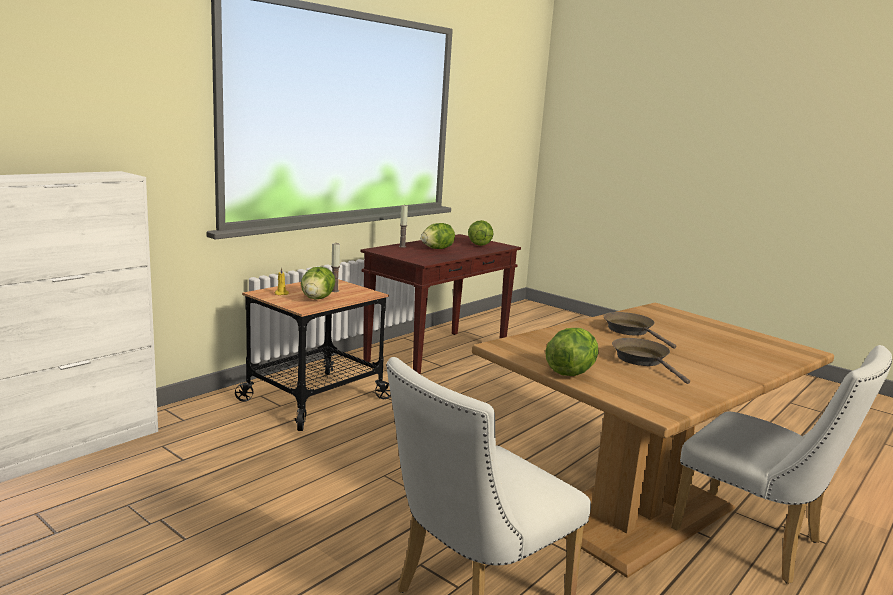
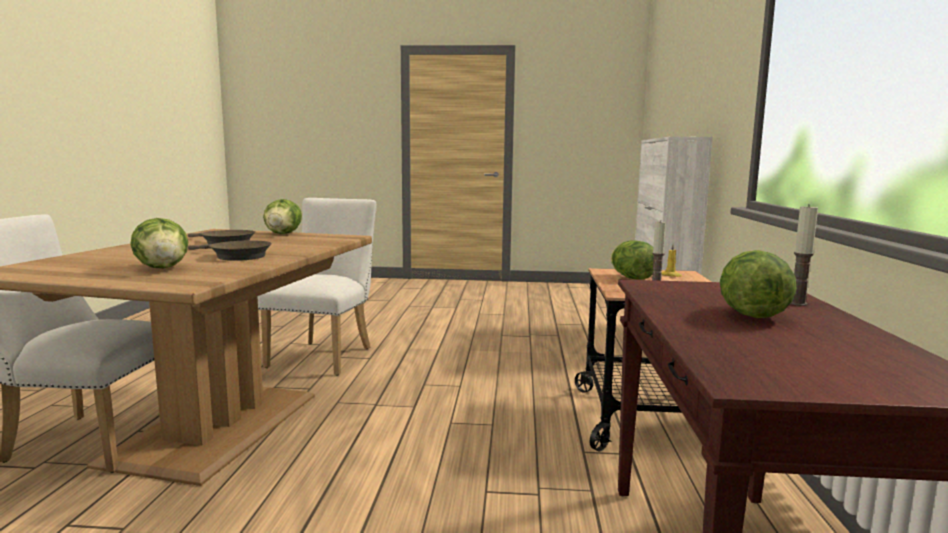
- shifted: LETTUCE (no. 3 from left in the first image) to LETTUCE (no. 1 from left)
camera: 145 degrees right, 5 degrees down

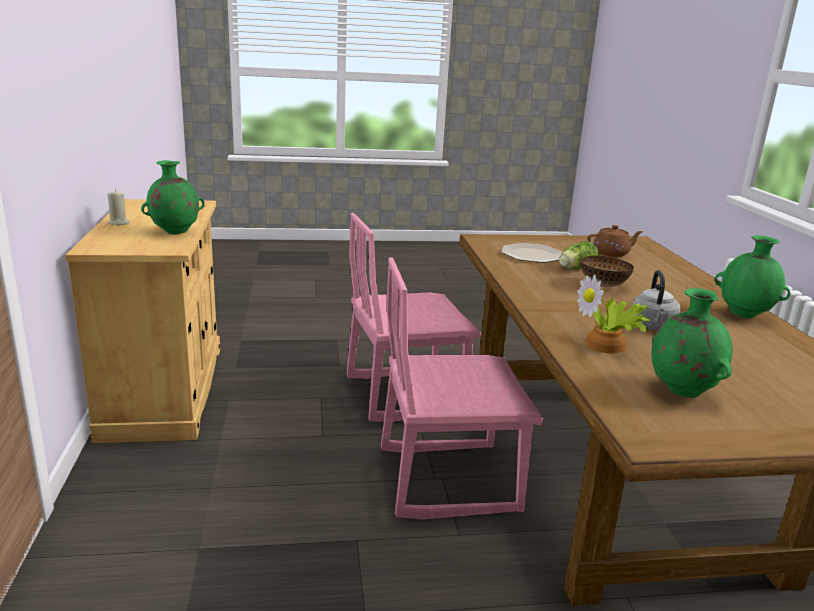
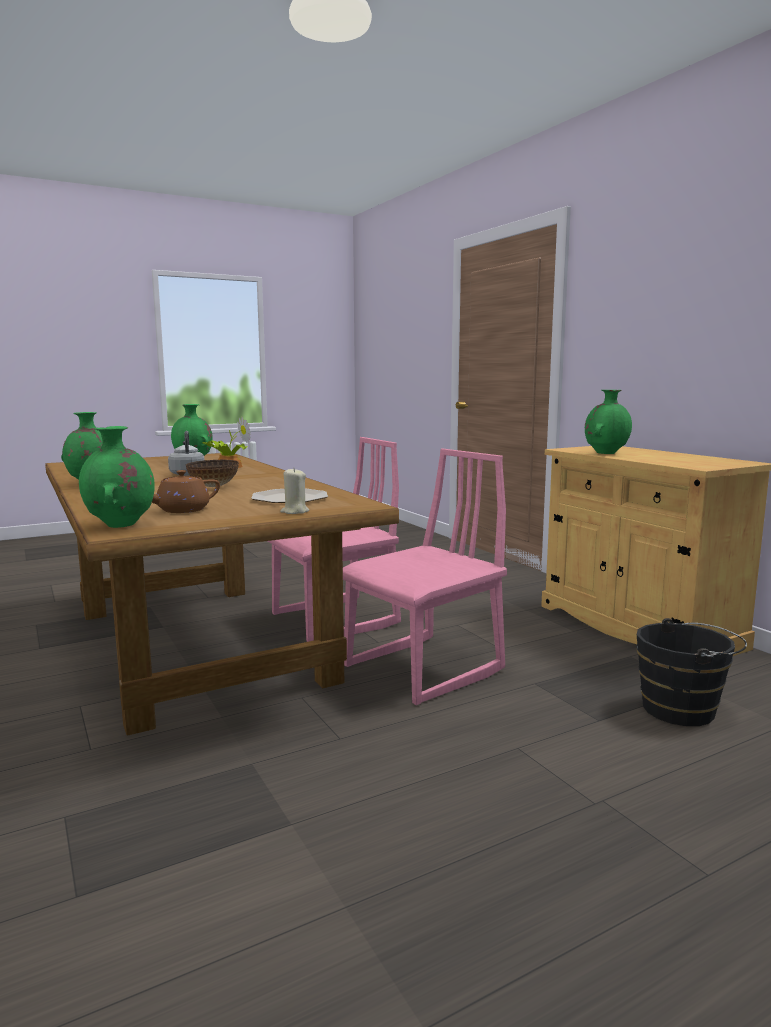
- gone: LETTUCE
- new: GREEN VASE (no. 2 from left)
- new: BLACK BUCKET
- shifted: BEIGE CANDLE
camera: 160 degrees right, 10 degrees down

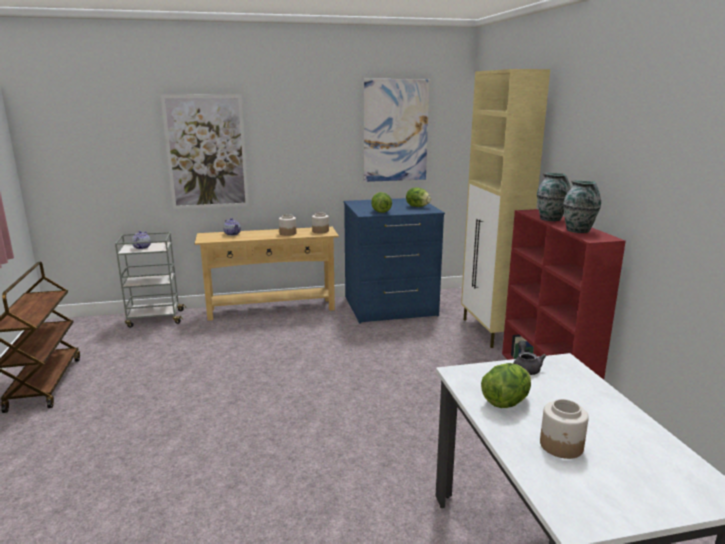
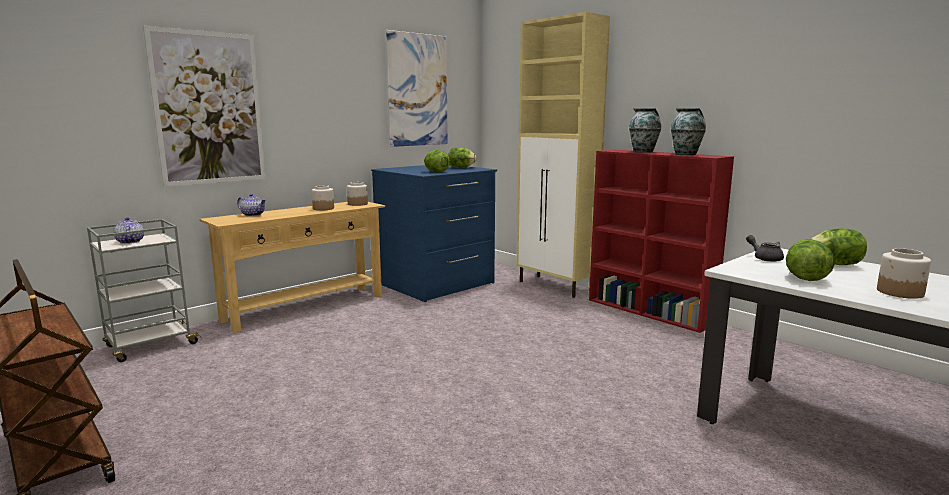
- new: LETTUCE (no. 4 from left)
camera: 30 degrees left, 5 degrees down

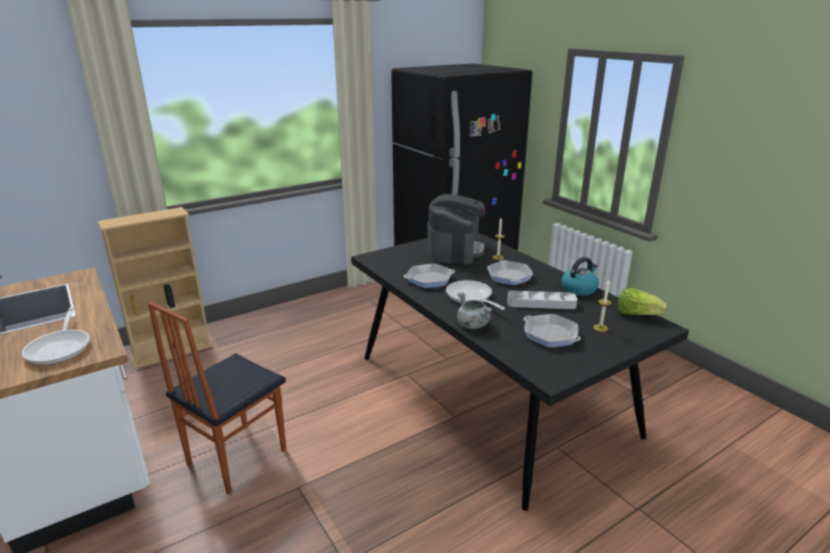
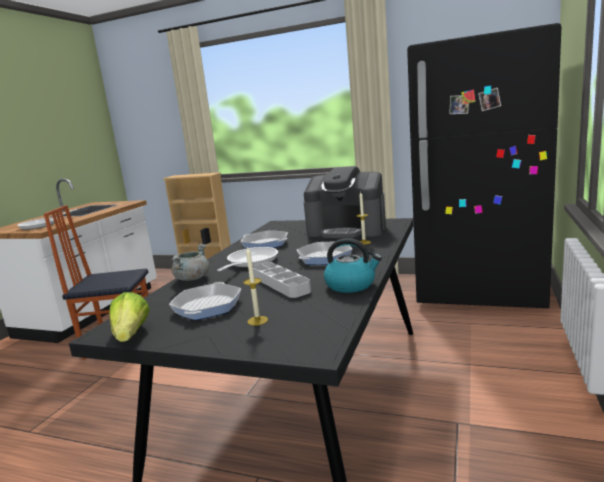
- shifted: LETTUCE
- rotated: COFFEE MACHINE 45 degrees clockwise
camera: 55 degrees right, 10 degrees down

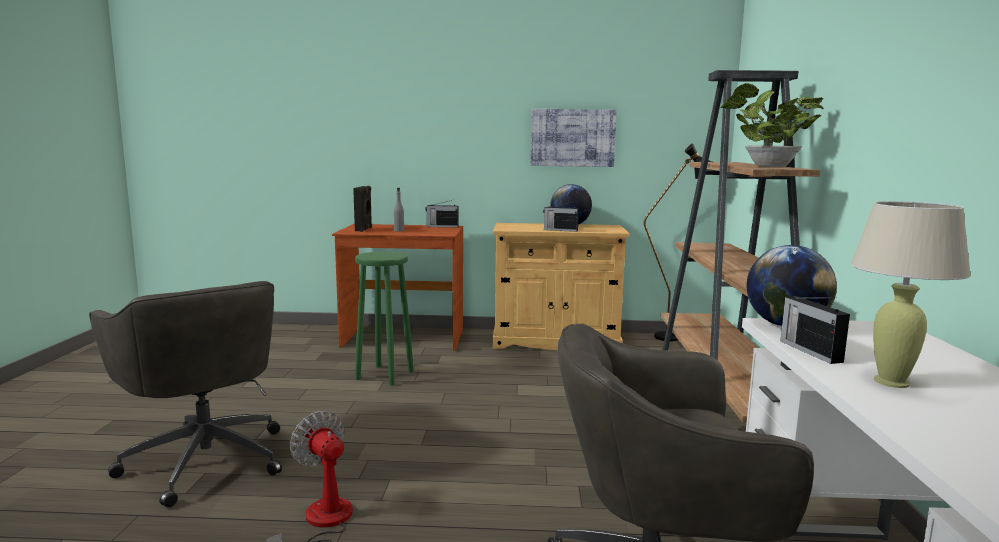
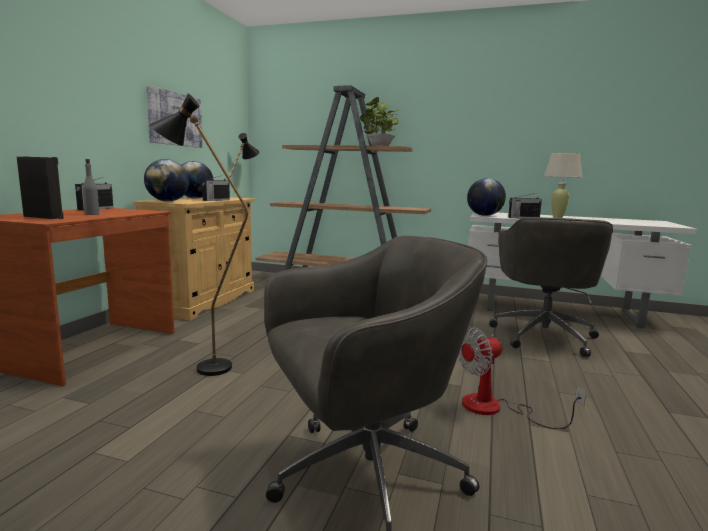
- new: GLOBE (no. 1 from left)
- swapped: GREEN STOOL to BLACK FLOOR LAMP (no. 1 from left)
camera: 75 degrees left, 0 degrees up

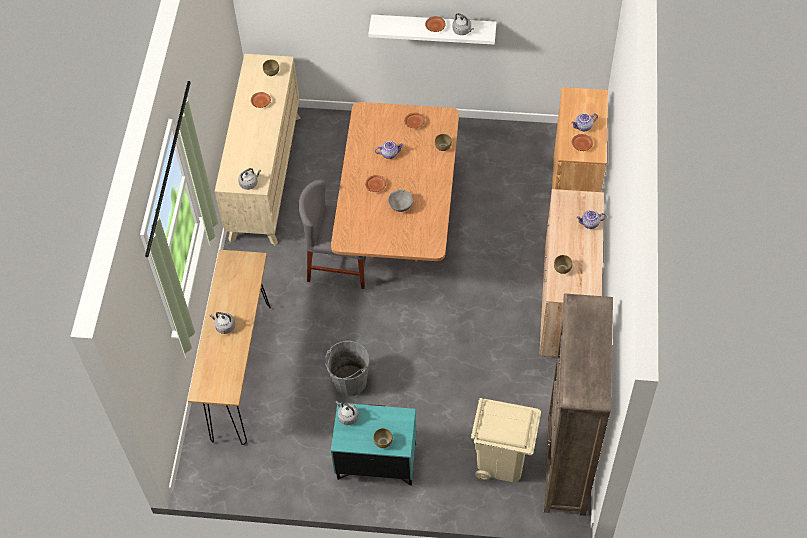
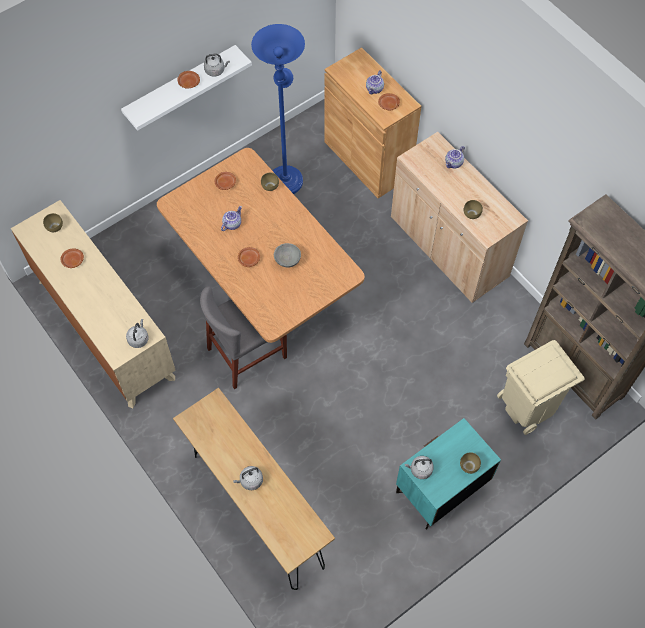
- gone: GREY BUCKET
- new: BLUE FLOOR LAMP
camera: 45 degrees left, 5 degrees up

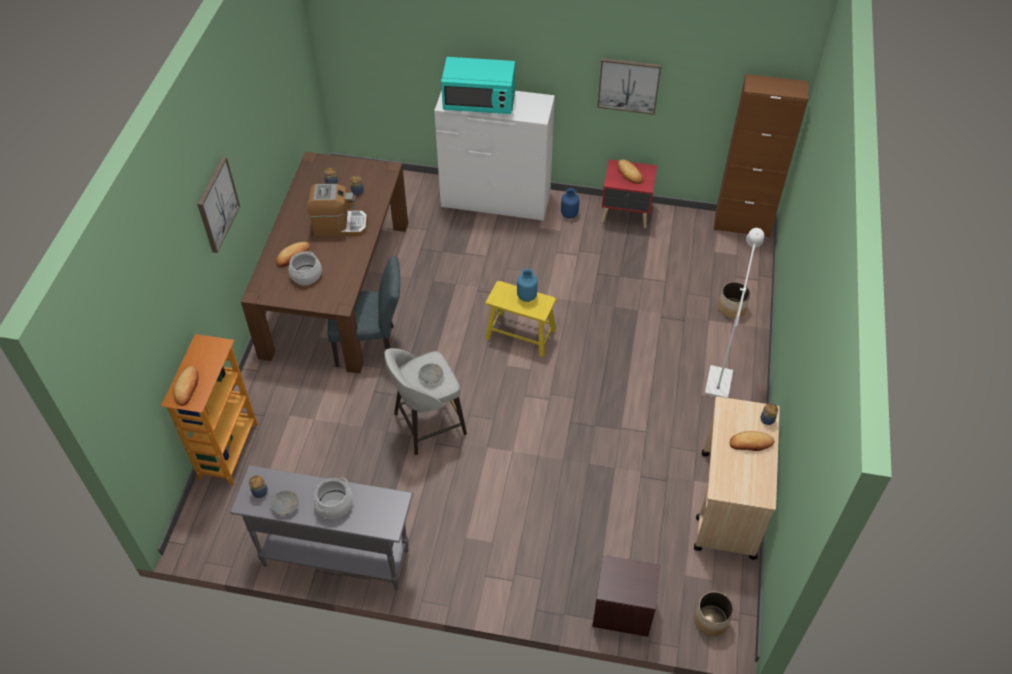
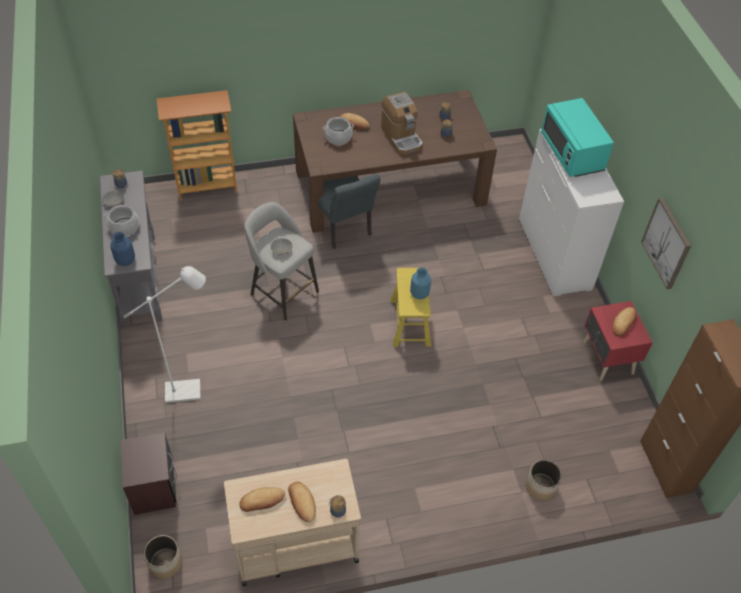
- gone: PICTURE (no. 1 from left)
- shifted: BREAD (no. 1 from left)
- shifted: BLUE VASE (no. 2 from left in the first image) to BLUE VASE (no. 1 from left)
- shifted: WHITE FLOOR LAMP
camera: 65 degrees right, 0 degrees up

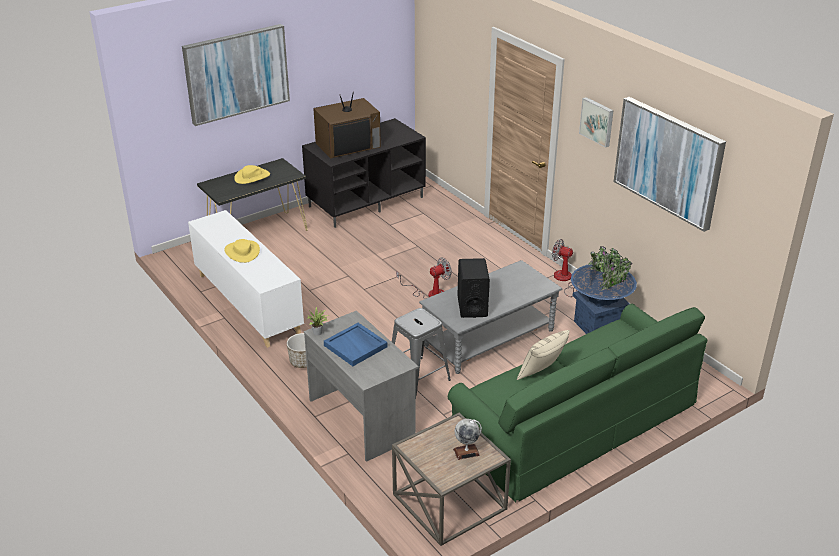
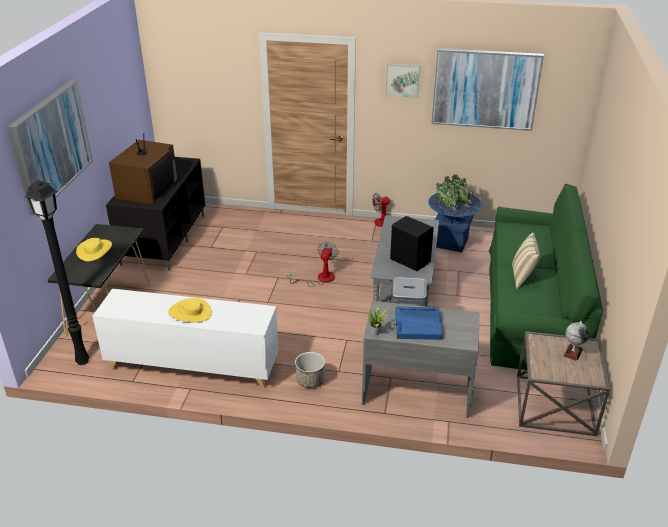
- new: BLACK FLOOR LAMP
camera: 45 degrees left, 0 degrees up

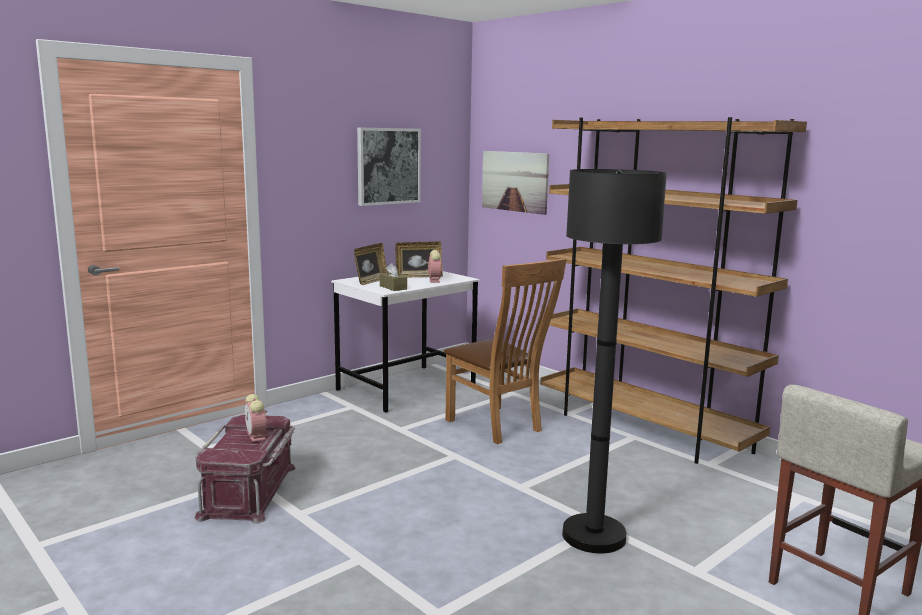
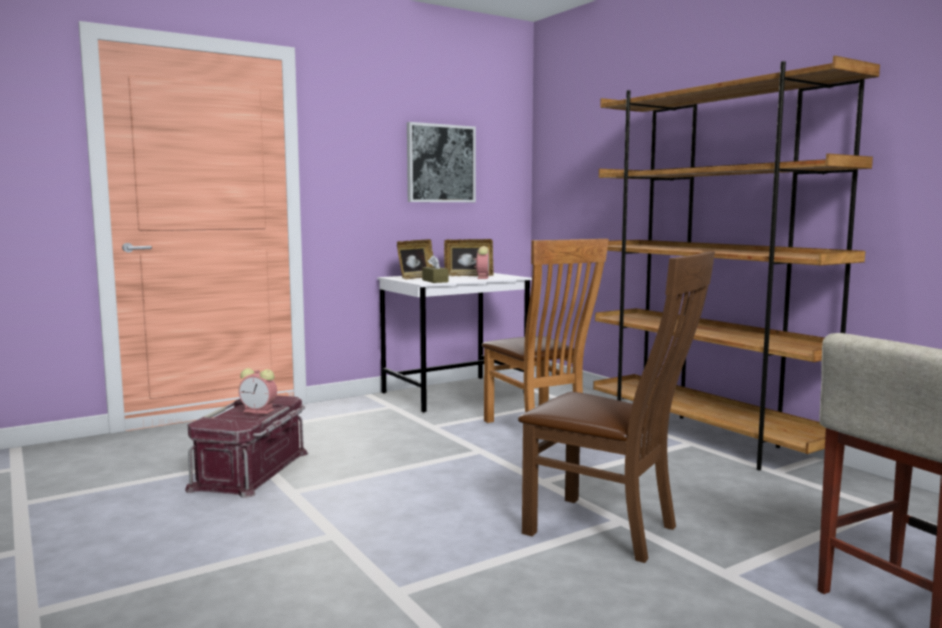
- gone: PICTURE (no. 2 from left)
- swapped: BLACK FLOOR LAMP to BROWN CHAIR (no. 2 from left)
- rotated: ALARM CLOCK (no. 1 from left) 60 degrees counterclockwise
camera: 10 degrees right, 5 degrees down

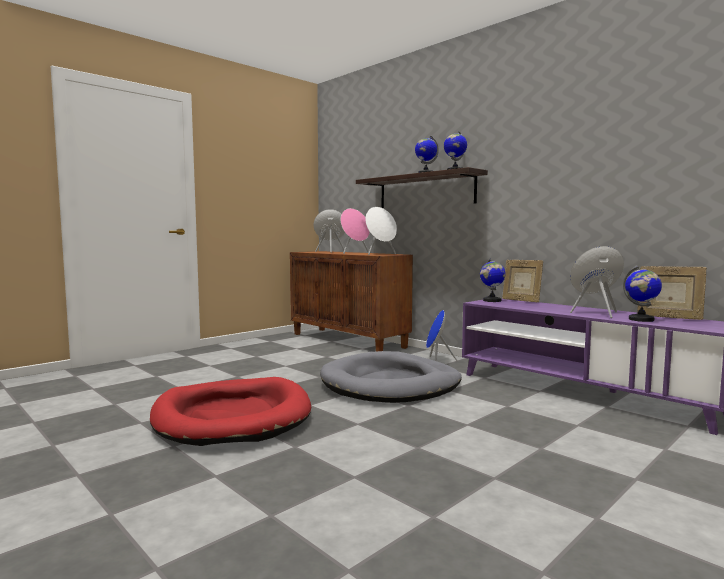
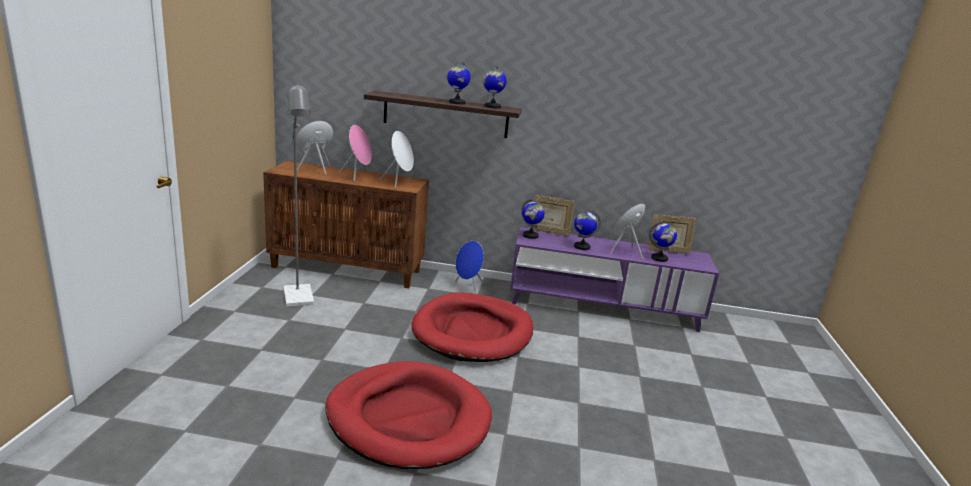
- new: GREY FLOOR LAMP
- new: GLOBE (no. 4 from left)
- repainted: GREY DOG BED to RED DOG BED (no. 2 from left)
camera: 40 degrees left, 15 degrees up

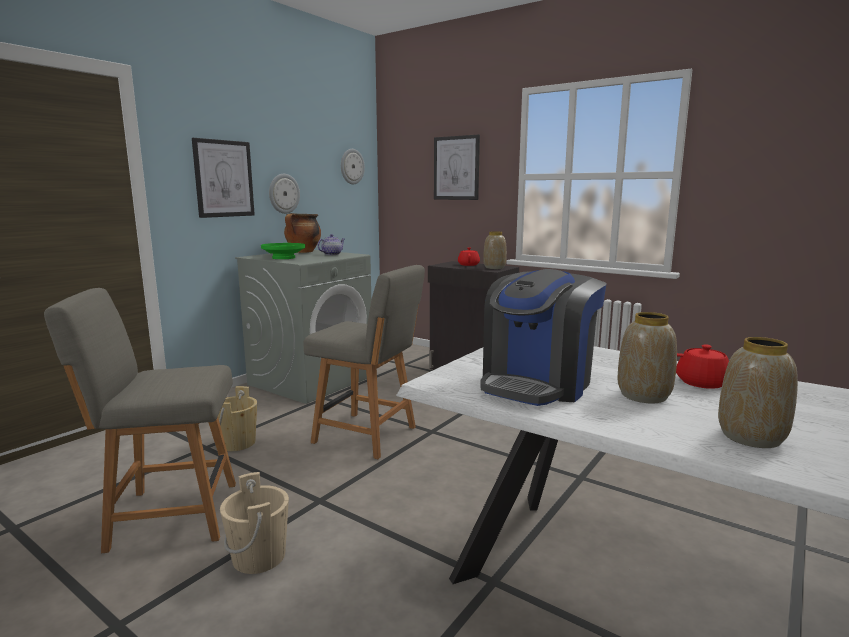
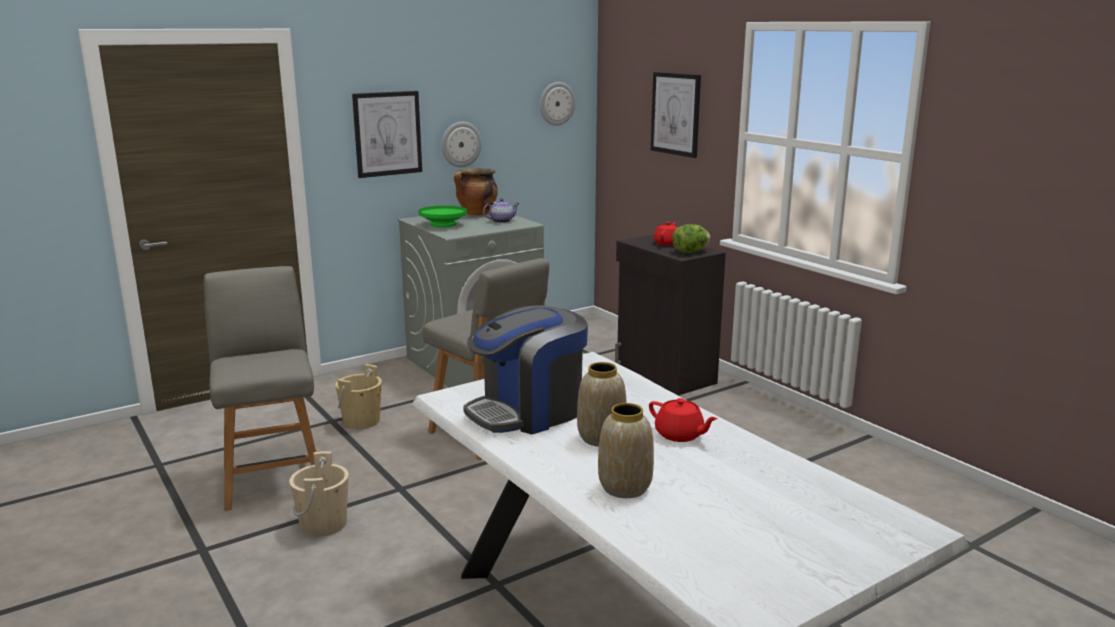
- swapped: VASE (no. 1 from left) to LETTUCE
- rotated: GREY CHAIR (no. 1 from left) 60 degrees clockwise
camera: 20 degrees right, 5 degrees up

